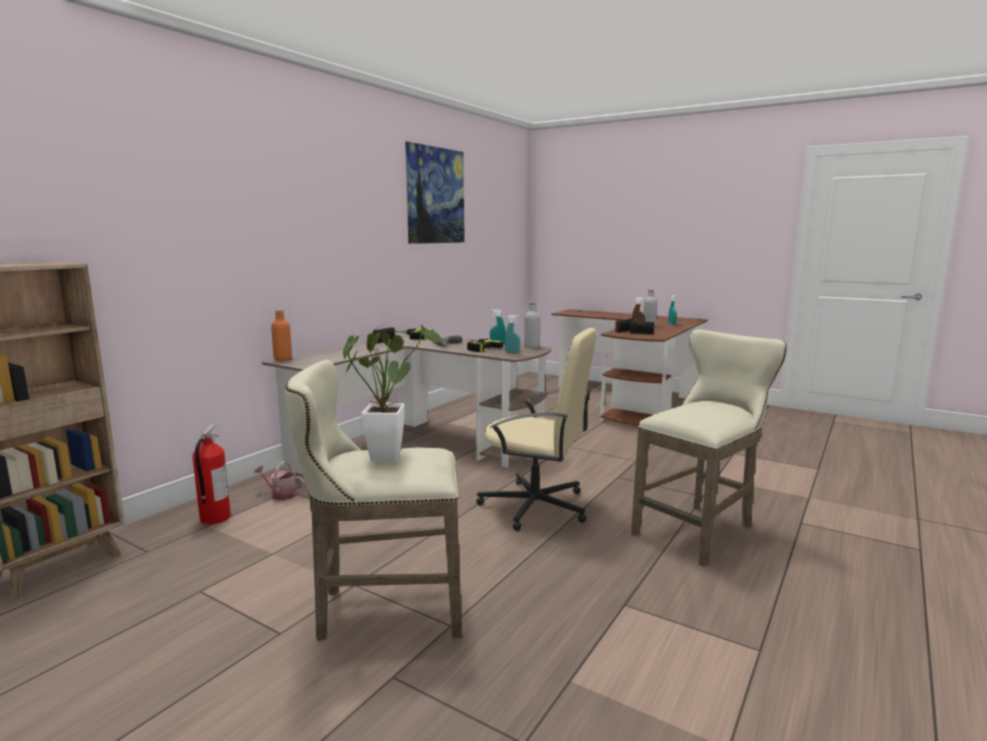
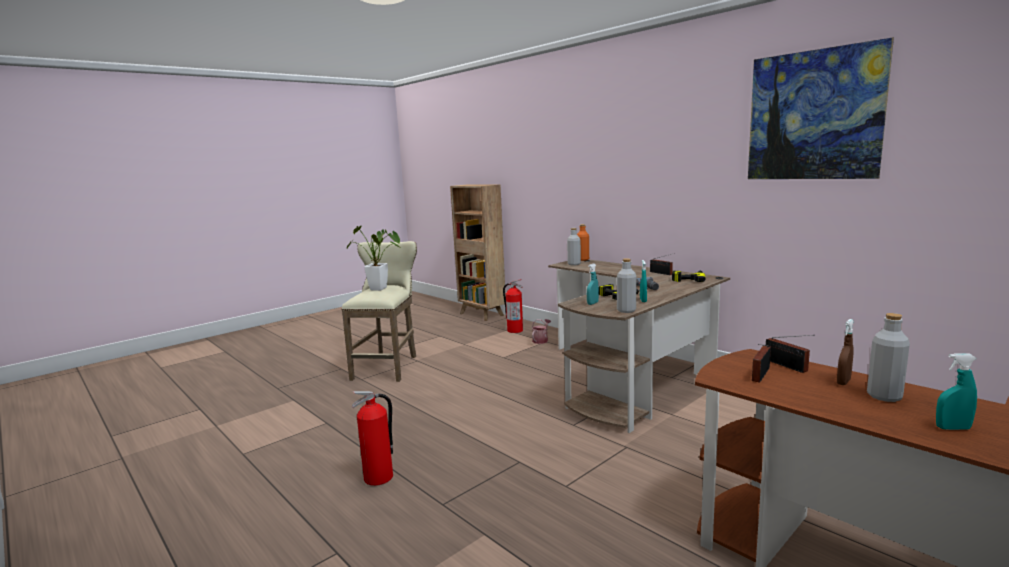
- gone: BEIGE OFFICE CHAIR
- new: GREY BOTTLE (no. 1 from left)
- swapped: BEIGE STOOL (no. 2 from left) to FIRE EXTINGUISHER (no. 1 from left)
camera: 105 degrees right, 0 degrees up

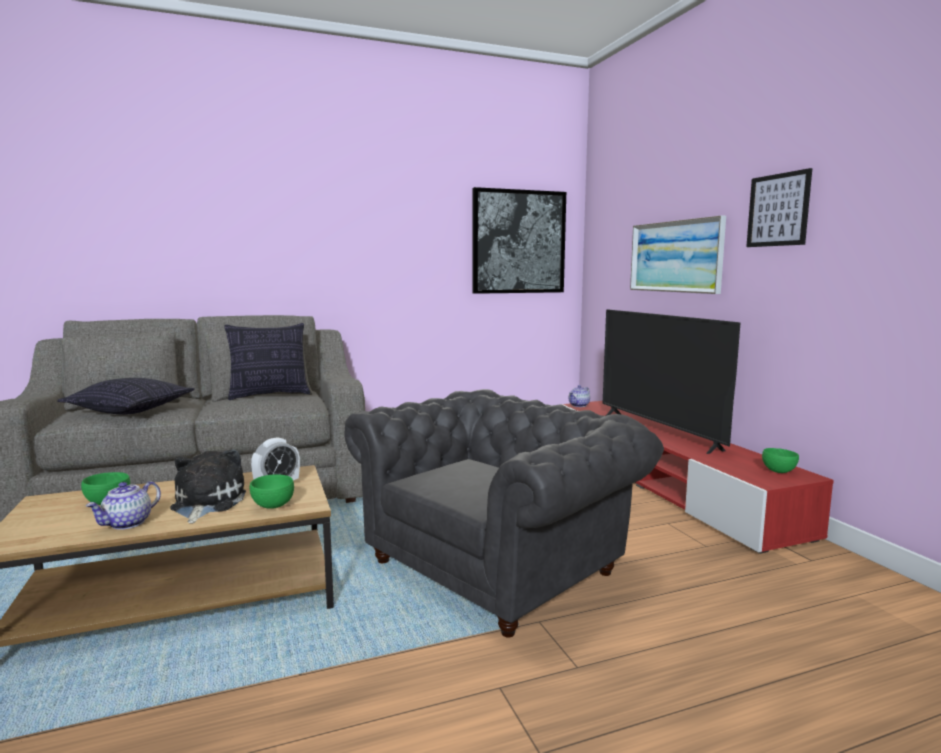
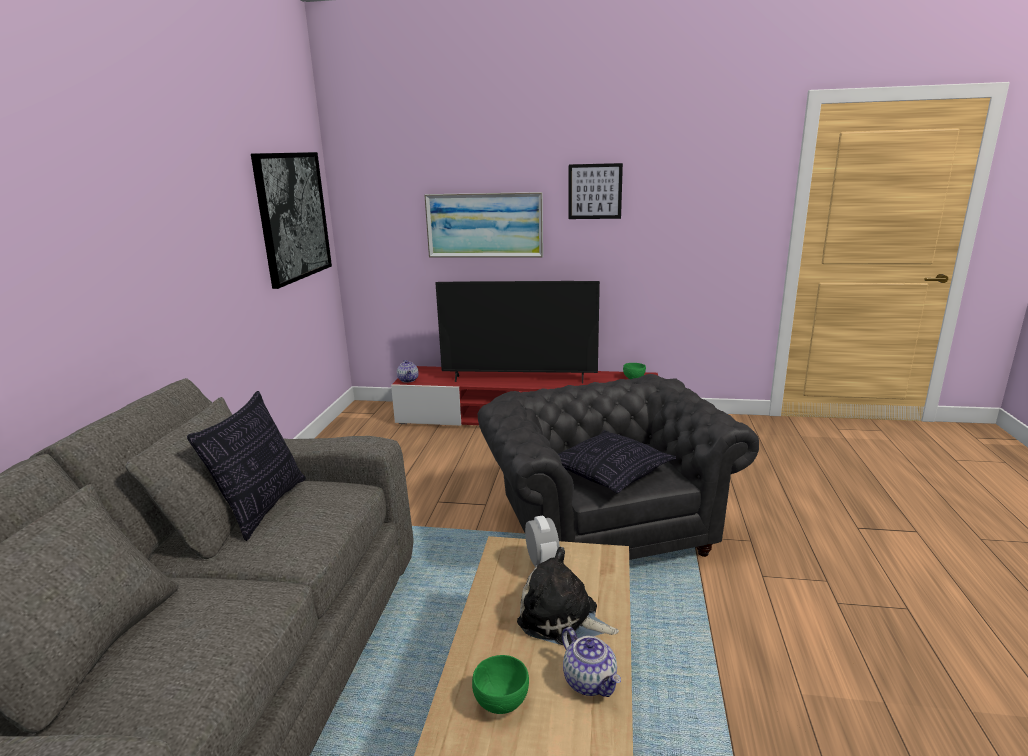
- gone: GREEN BOWL (no. 2 from left)
- shifted: PILLOW (no. 1 from left in the first image) to PILLOW (no. 2 from left)
camera: 60 degrees left, 10 degrees up

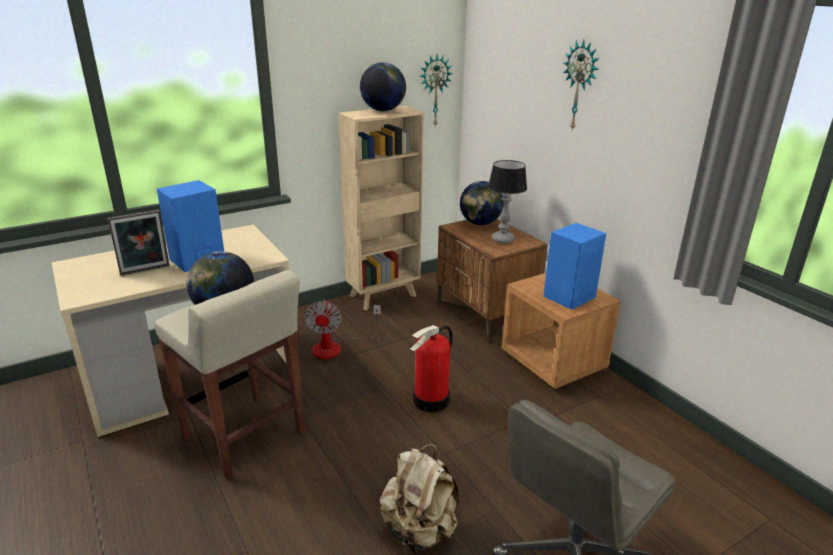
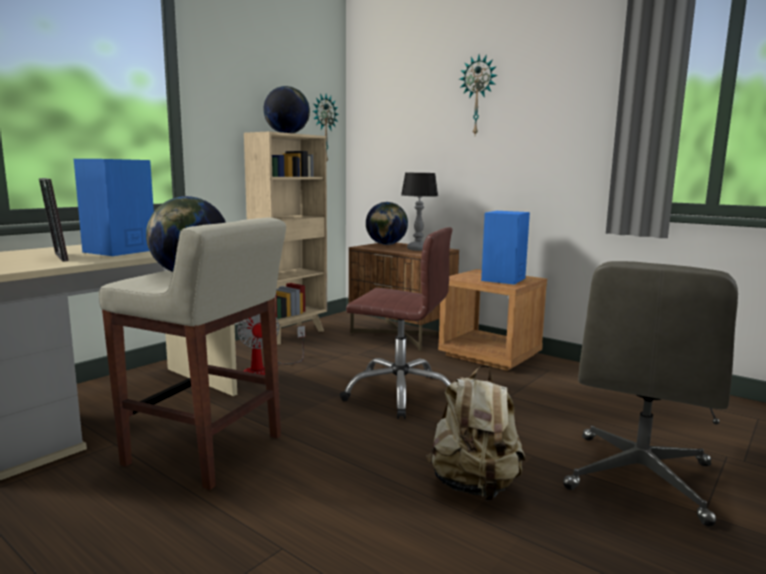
- swapped: FIRE EXTINGUISHER to BROWN OFFICE CHAIR
- rotated: PICTURE FRAME 105 degrees clockwise
camera: 20 degrees left, 15 degrees down

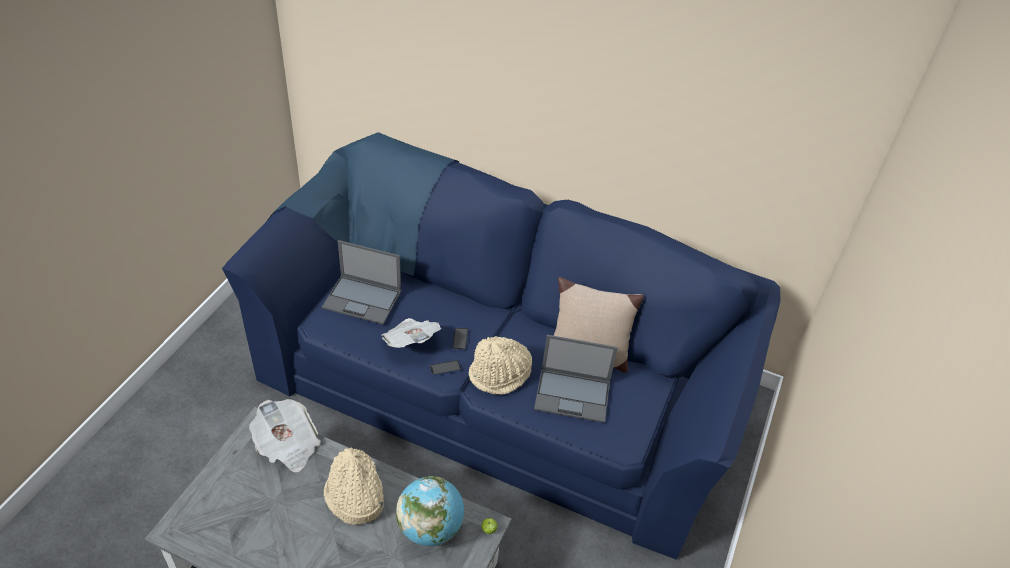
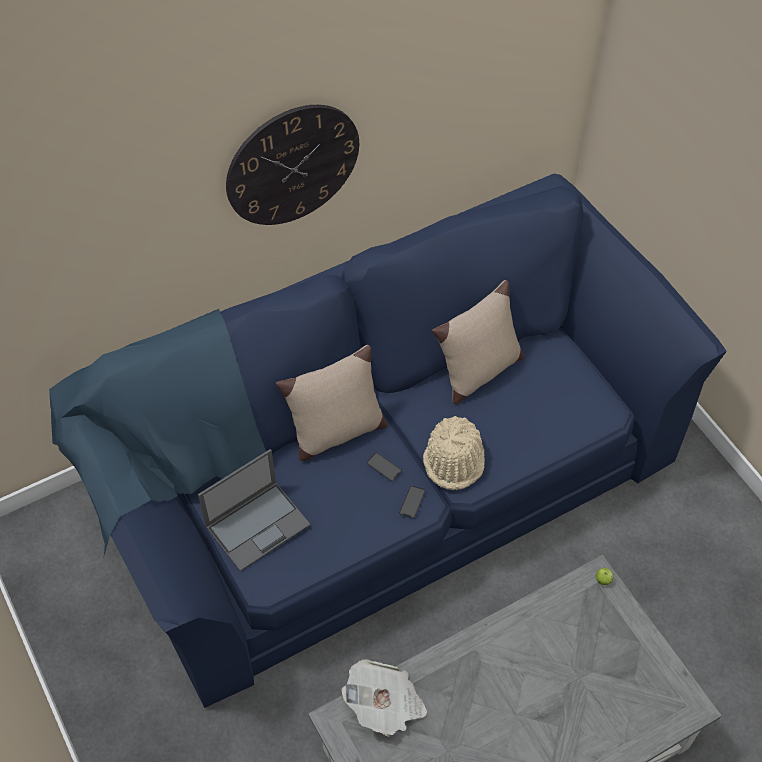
- gone: BEIGE HAT (no. 1 from left)
- gone: NEWSPAPER (no. 2 from left)
- gone: GLOBE
- gone: LAPTOP (no. 2 from left)
- new: WALL CLOCK
- new: BEIGE PILLOW (no. 1 from left)
camera: 50 degrees left, 10 degrees up

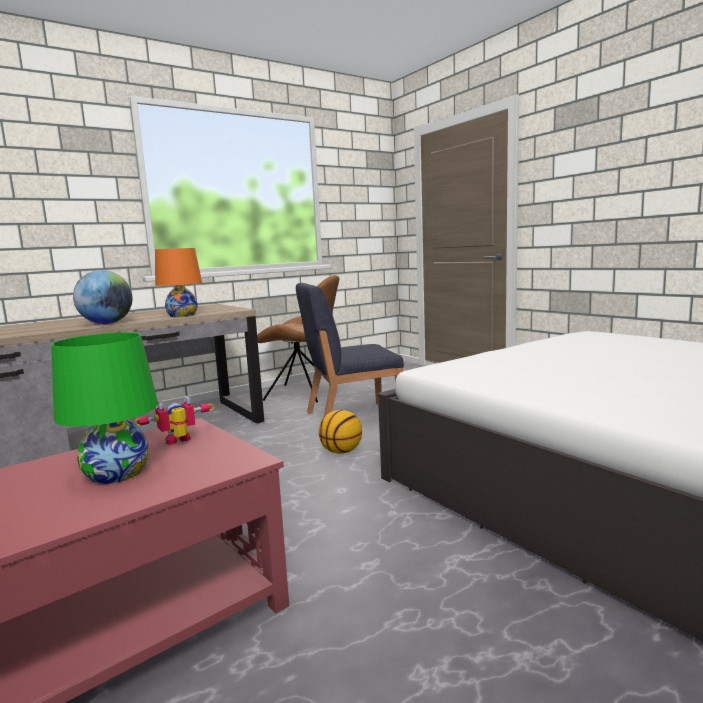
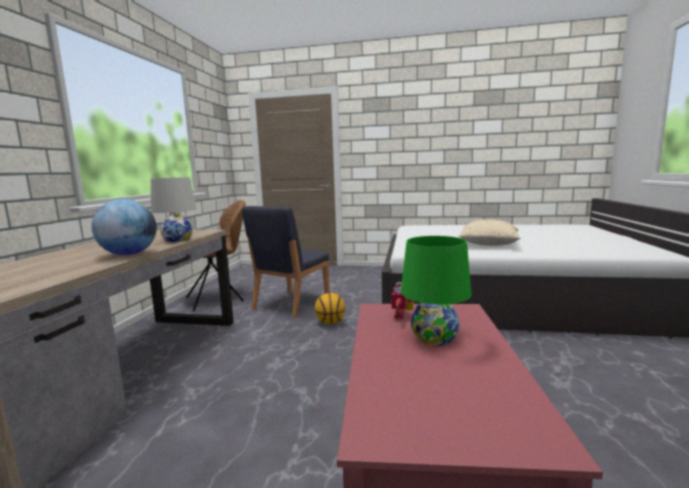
- new: BEIGE PILLOW
- repainted: ORANGE TABLE LAMP to WHITE TABLE LAMP
camera: 45 degrees left, 0 degrees up

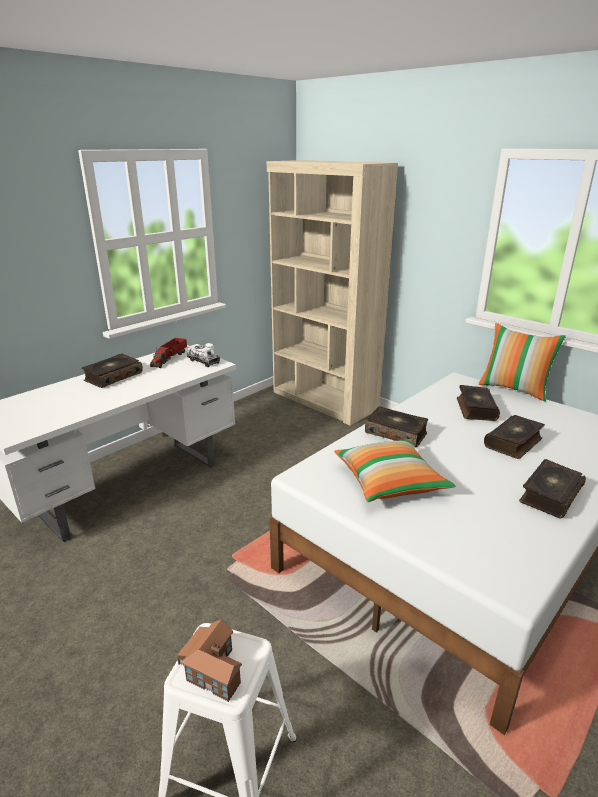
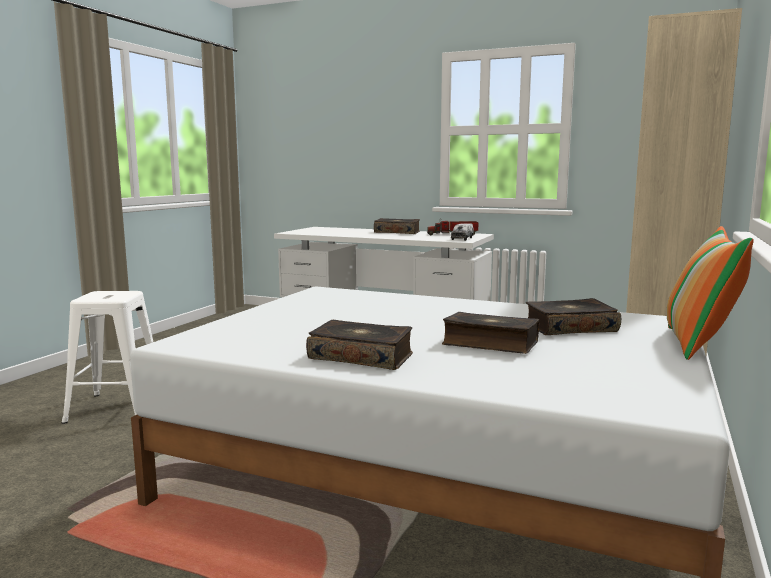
- gone: TOY HOUSE
- gone: PILLOW (no. 1 from left)
- gone: BOOK (no. 2 from left)
camera: 70 degrees right, 15 degrees down

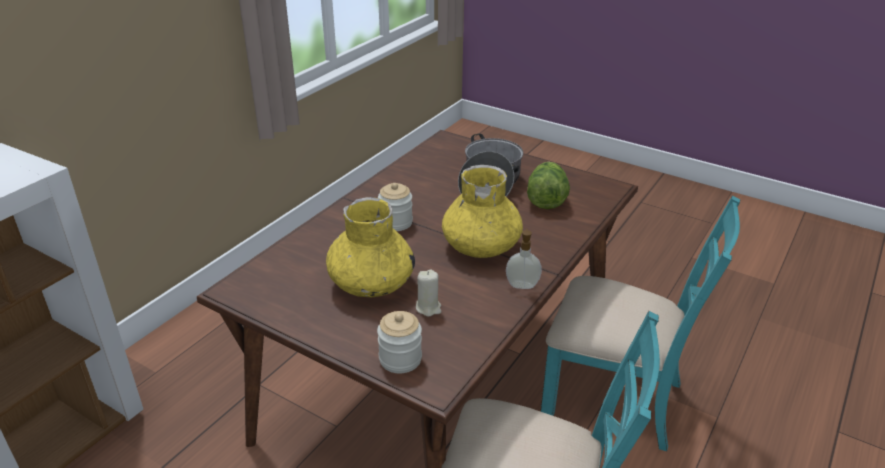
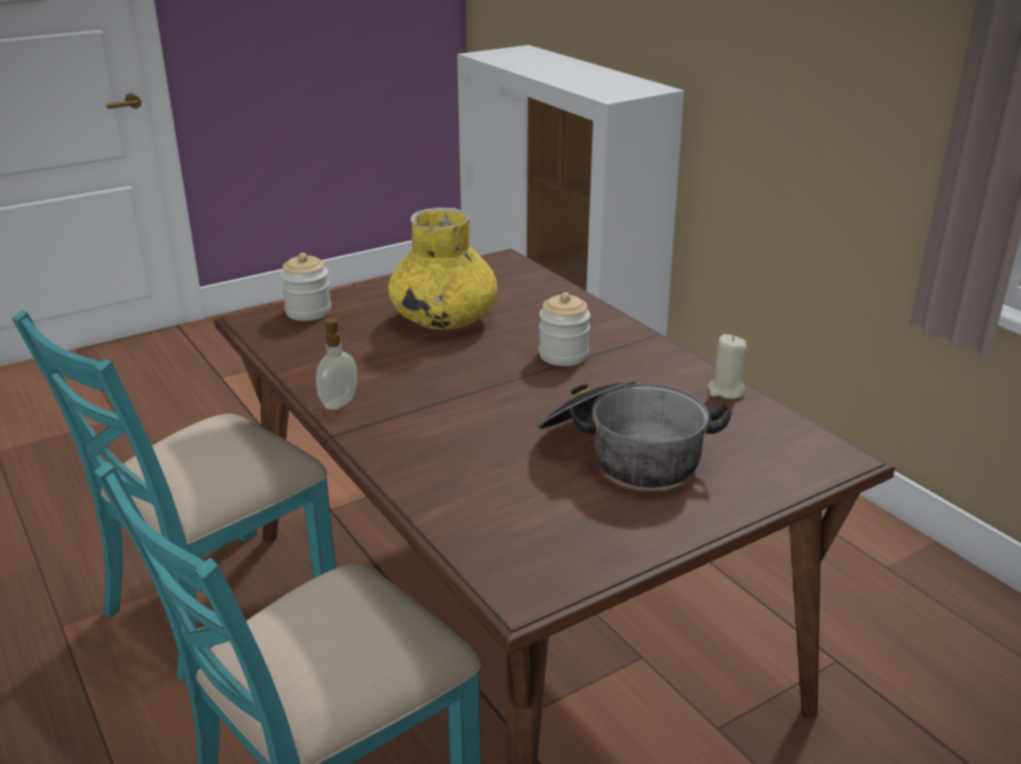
- gone: YELLOW VASE (no. 2 from left)
- gone: LETTUCE
- shifted: BEIGE CANDLE
camera: 115 degrees right, 5 degrees down

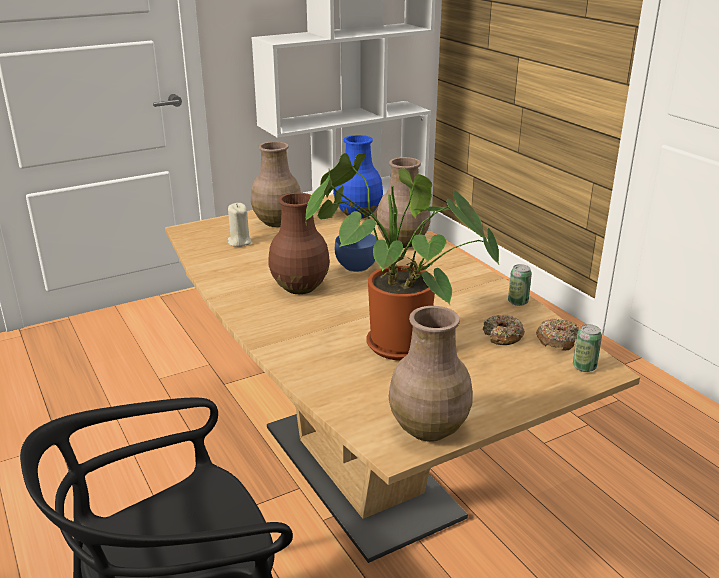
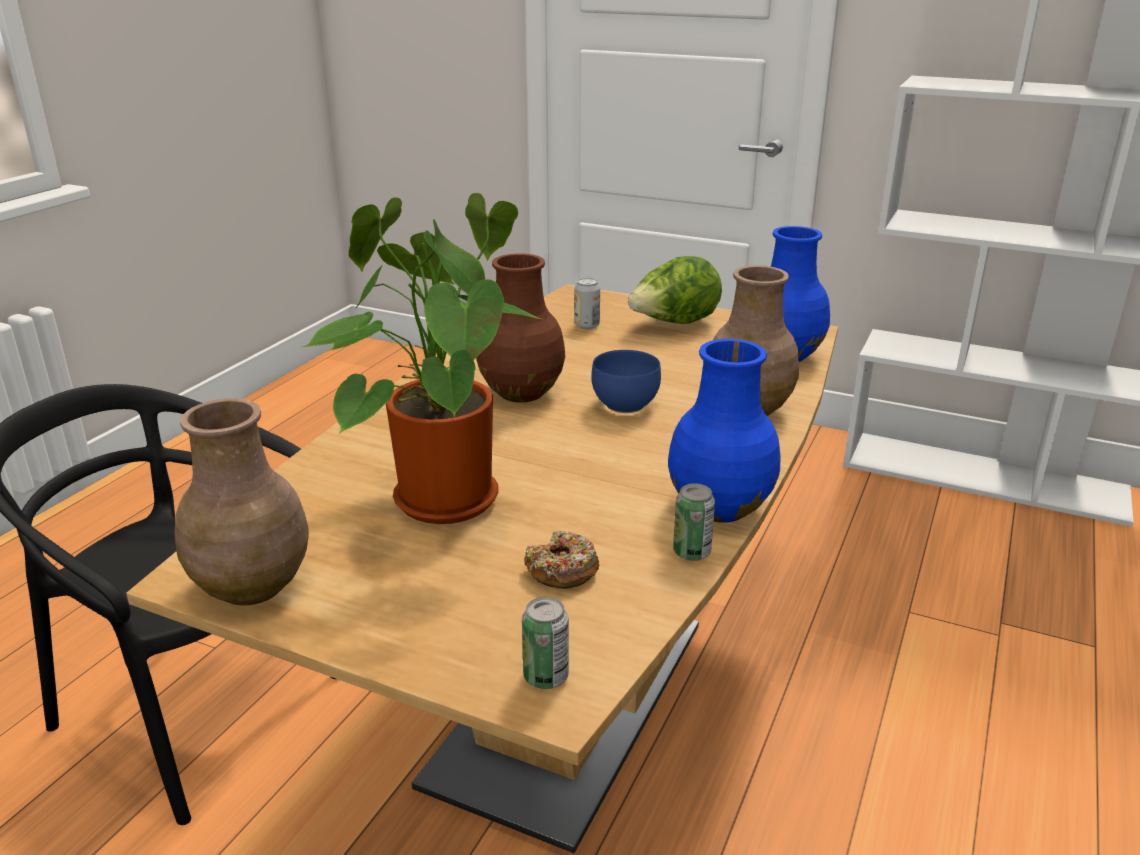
- gone: DONUT (no. 2 from left)
- new: BLUE VASE (no. 1 from left)
- swapped: BEIGE CANDLE to CAN (no. 2 from left)
- swapped: BROWN VASE (no. 1 from left) to LETTUCE
camera: 55 degrees right, 0 degrees up

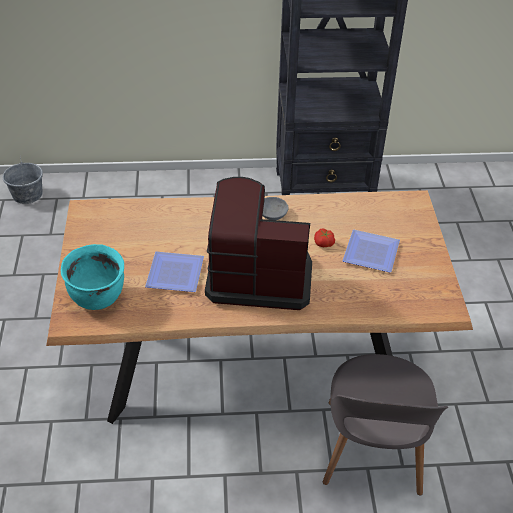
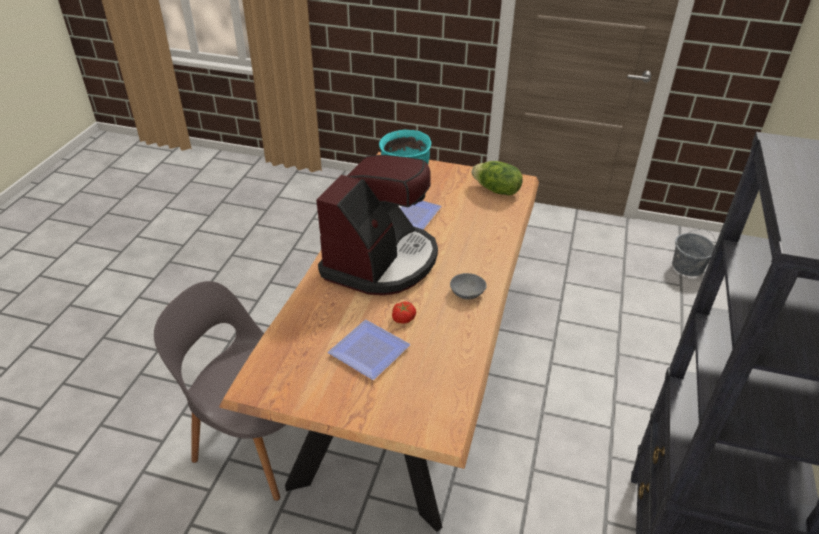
- new: LETTUCE
camera: 110 degrees right, 5 degrees down

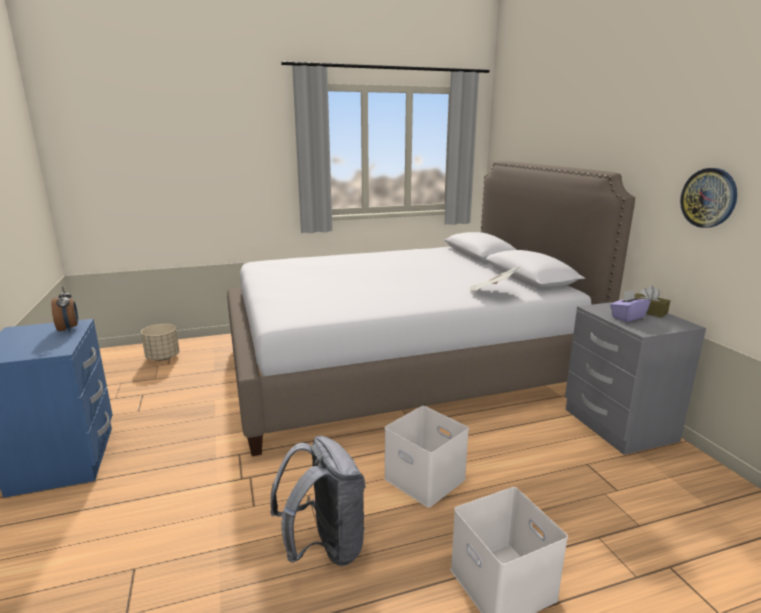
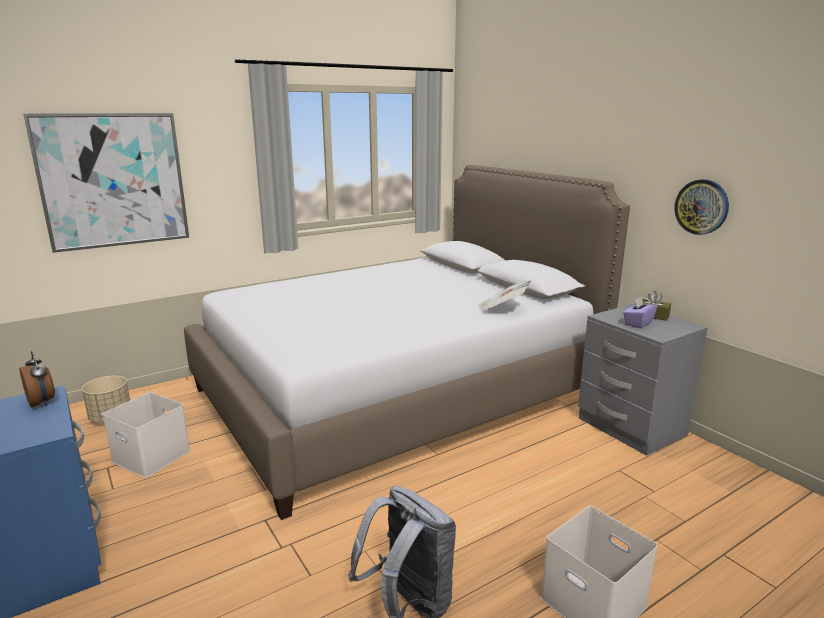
- new: PICTURE
- shifted: WHITE STORAGE BOX (no. 1 from left)
camera: 15 degrees left, 0 degrees up

